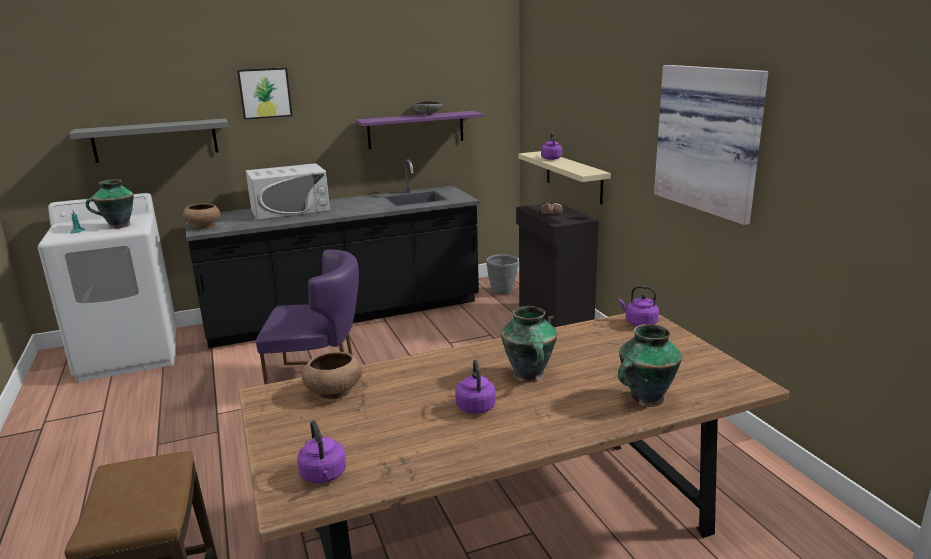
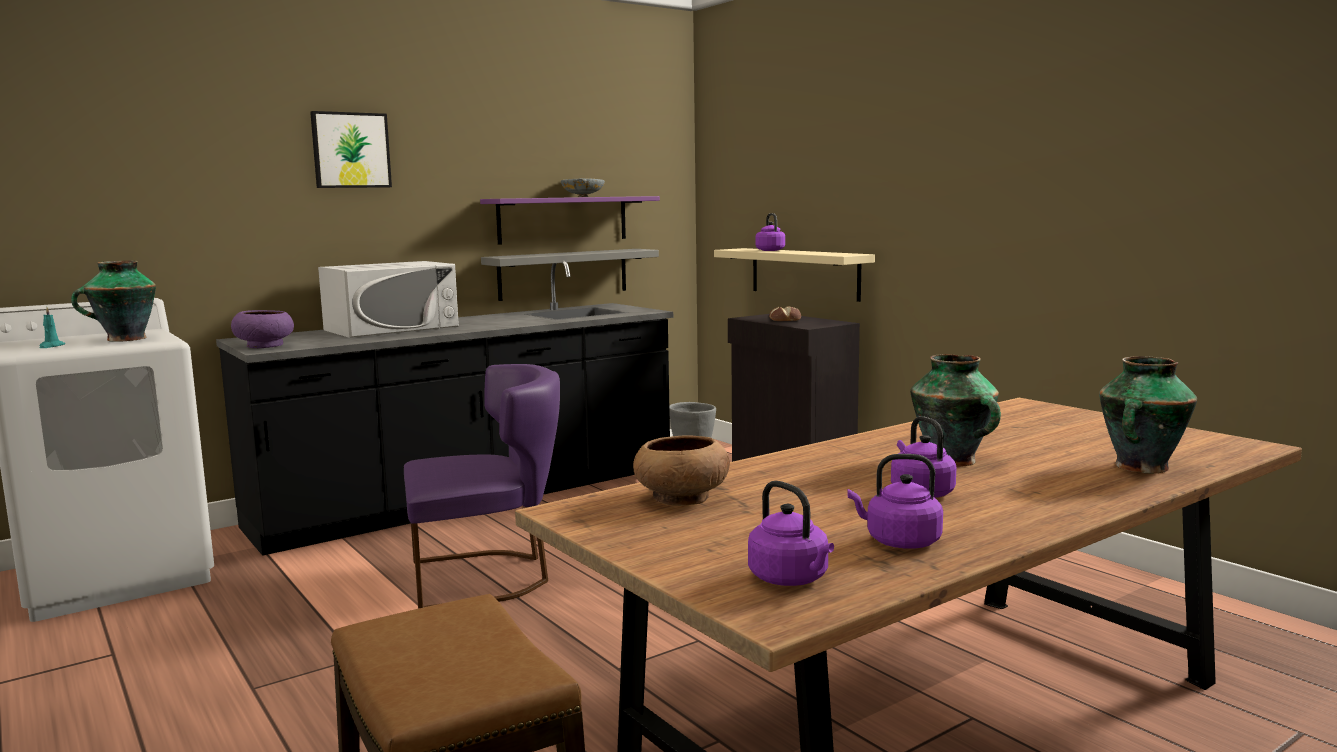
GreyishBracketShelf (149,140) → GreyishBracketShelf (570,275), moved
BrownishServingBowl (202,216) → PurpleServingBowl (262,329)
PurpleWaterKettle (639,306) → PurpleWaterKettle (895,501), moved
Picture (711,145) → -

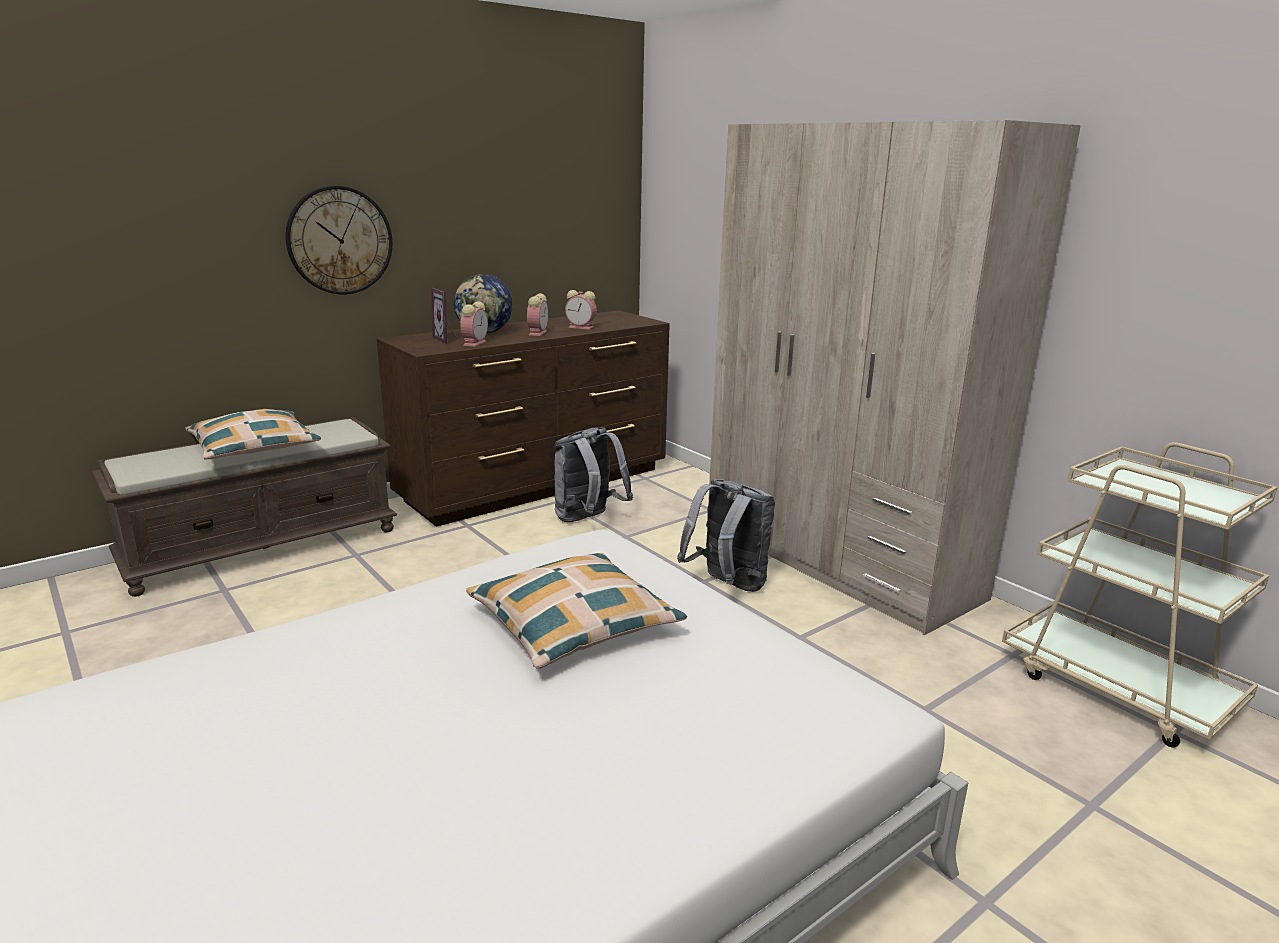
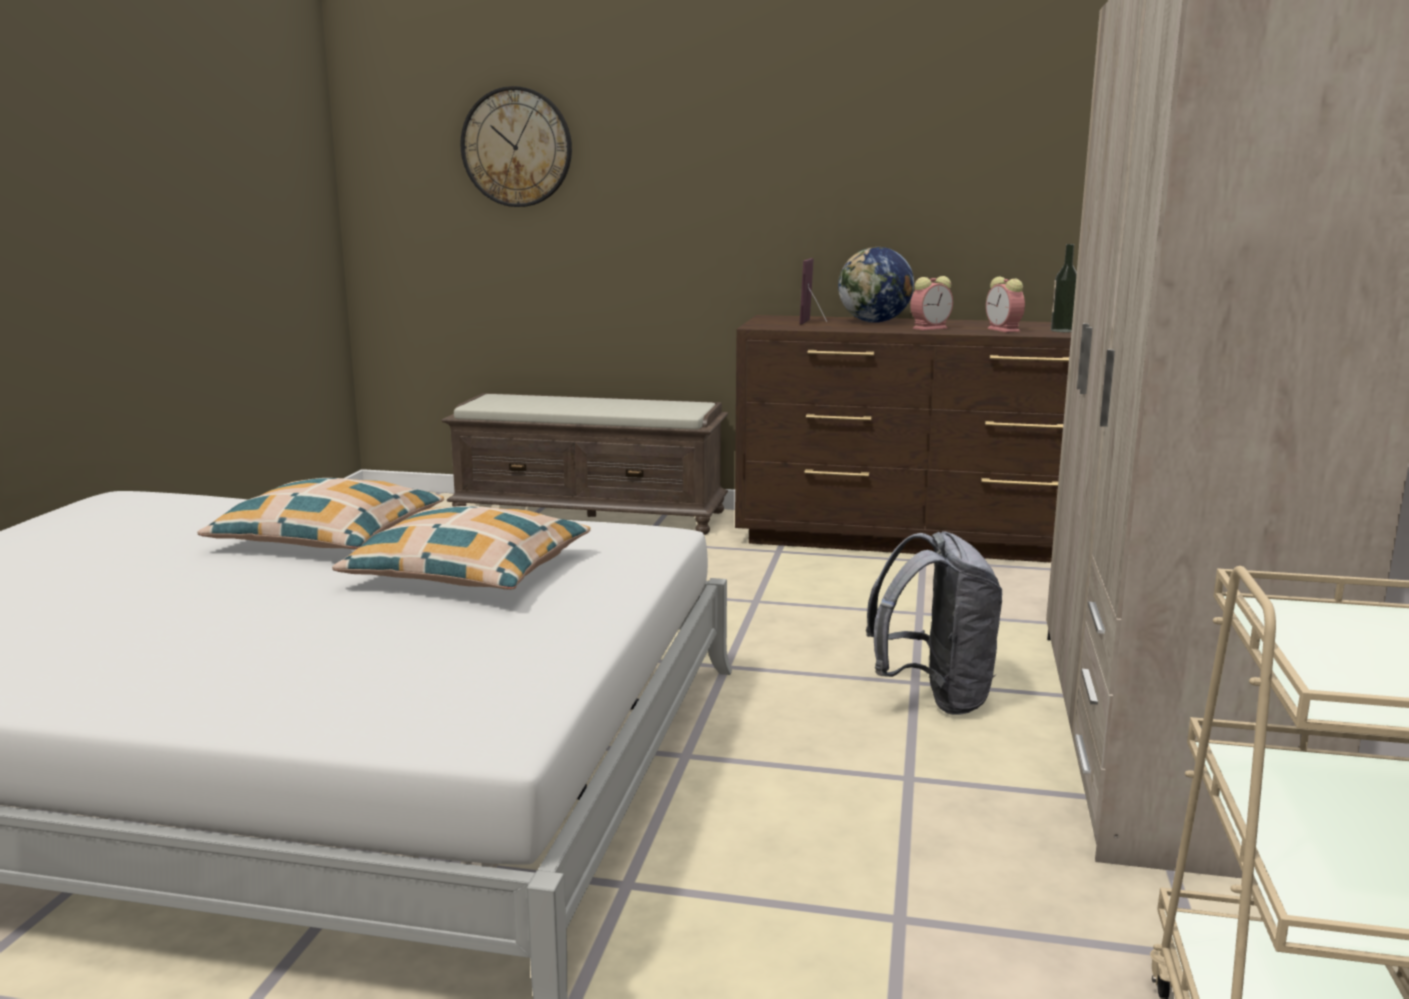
Cushion (253,434) → Cushion (320,513), moved
WallClock (339,240) → WallClock (516,146), moved
BedsideClock (474,324) → -
GreyishBackpack (594,475) → -
- → BeverageBottle (1064,288)

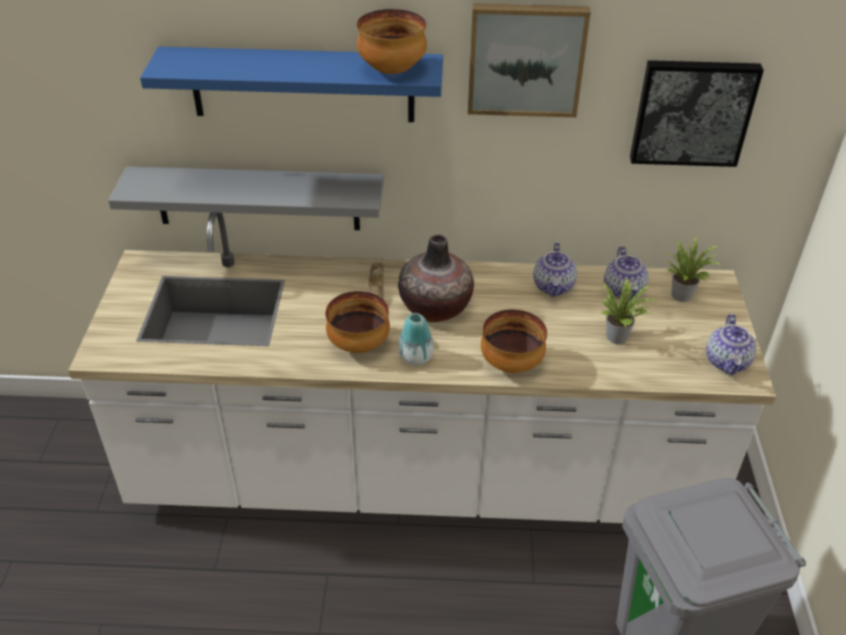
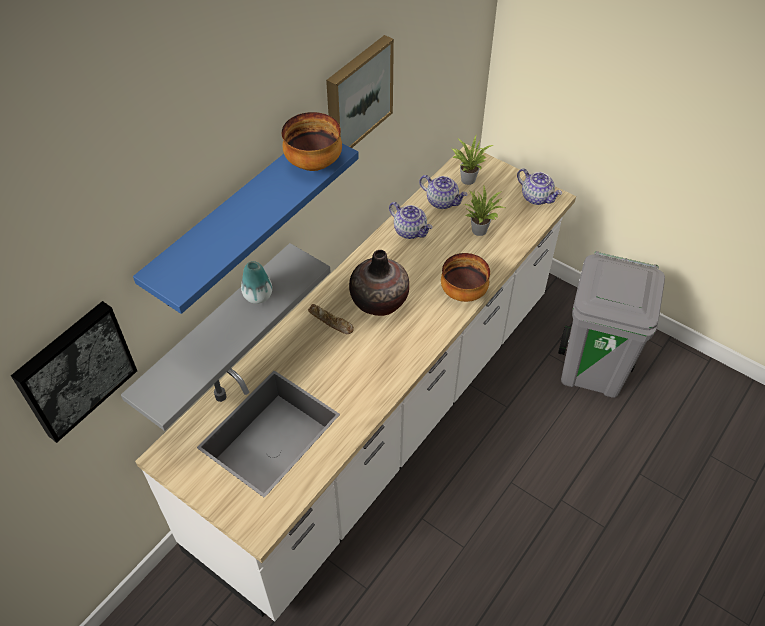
ServingBowl (358,322) → -
Vase (416,339) → Vase (256,282), moved
Picture (697,113) → Picture (74,372), moved

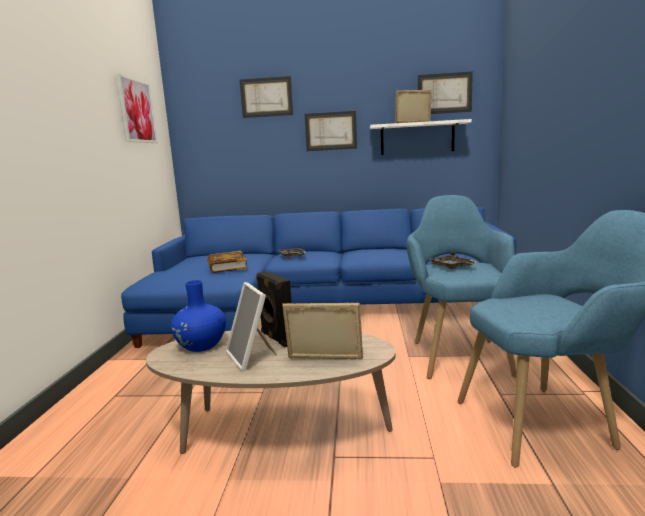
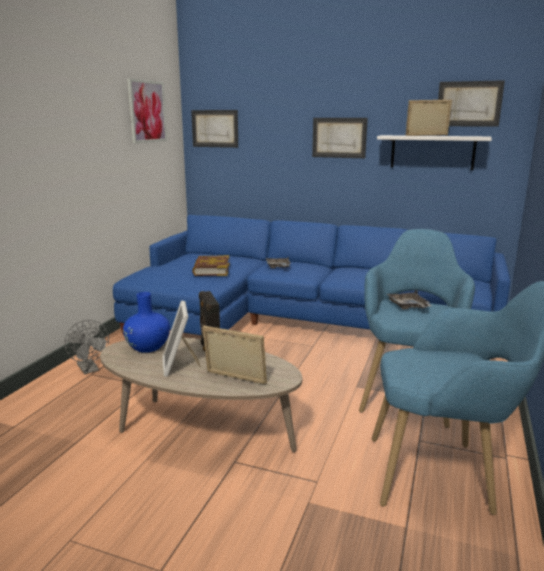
Picture (266,97) → Picture (214,129), moved
- → GreyishElectricFan (86,347)

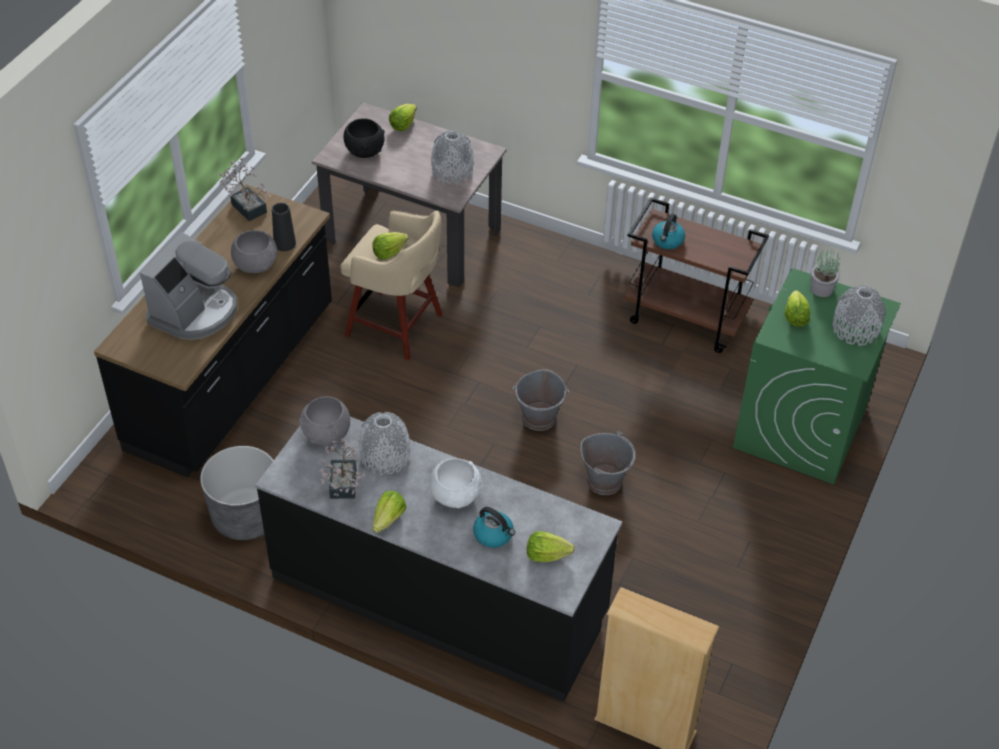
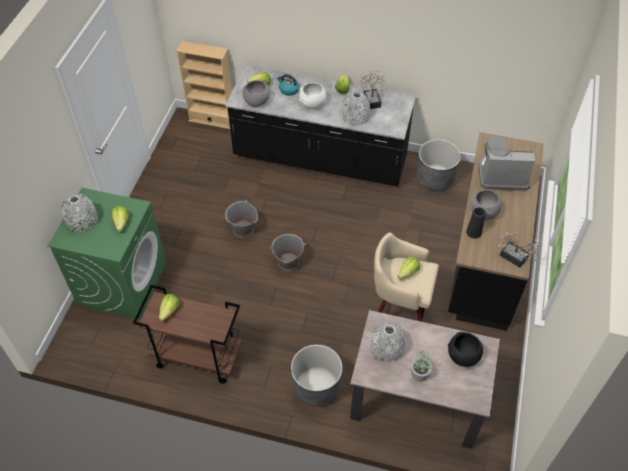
CoffeeMaker (188,286) → CoffeeMaker (507,163), 75 degrees clockwise
GreyishServingBowl (324,421) → GreyishServingBowl (256,93), moved
LettuceHead (403,118) → LettuceHead (169,307), moved
WaterKettle (668,231) → -
PlantInAPot (825,273) → PlantInAPot (421,366), moved
- → GreyishFlowerPot (317,376)

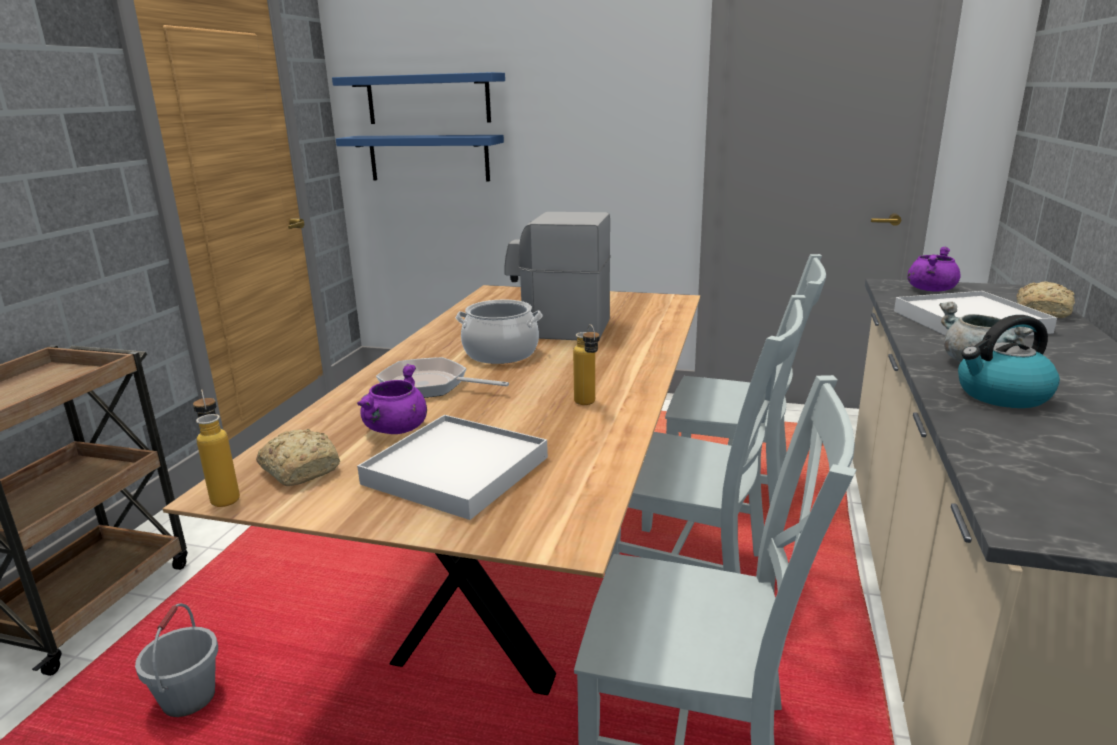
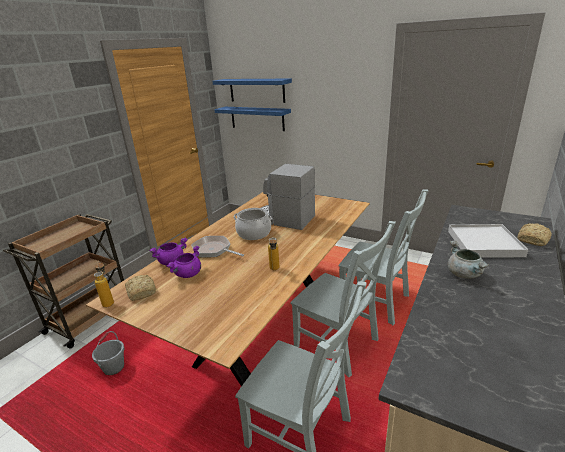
WhitishServingTray (452,467) → -
PurpleSaucepot (934,269) → PurpleSaucepot (168,251), moved
WaterKettle (1009,361) → -

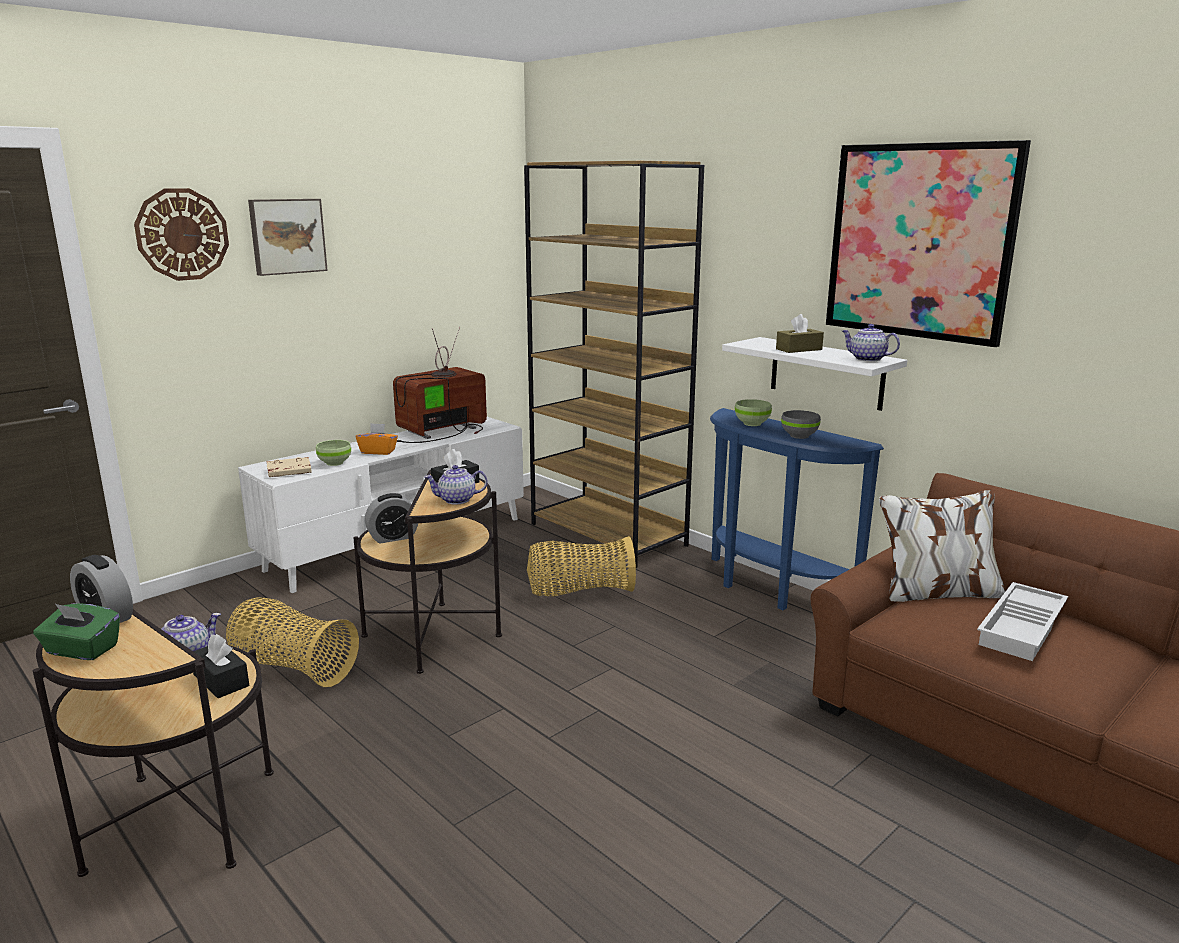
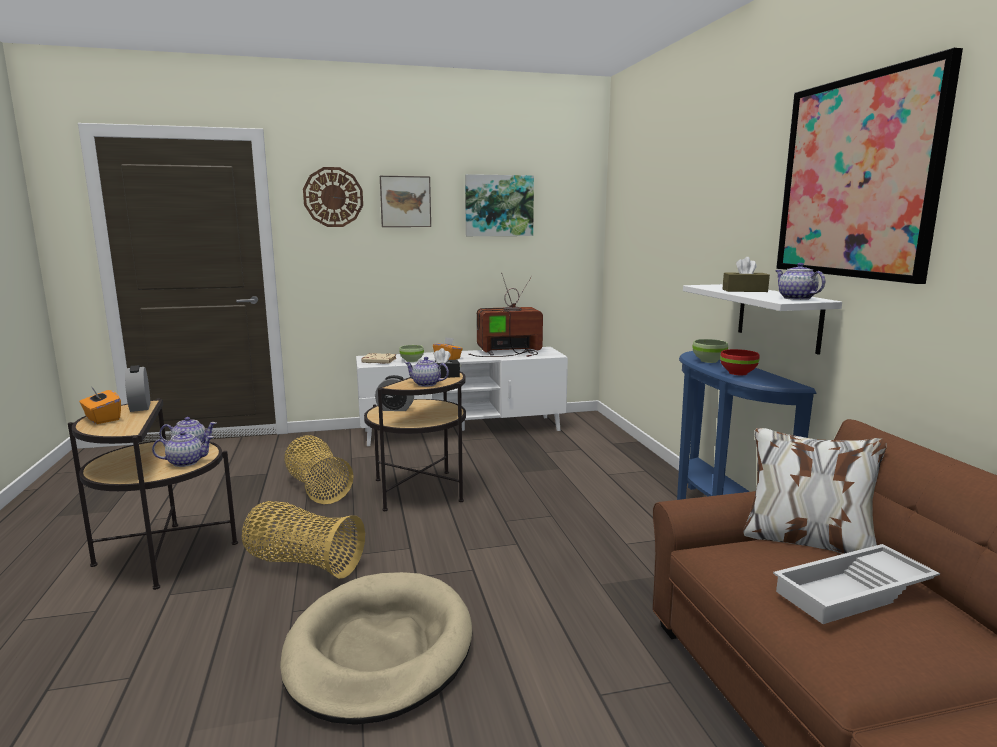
GreenishBoxOfTissues (76,632) → OrangeyBoxOfTissues (100,404)
BlackColouredBoxOfTissues (221,666) → TeaPot (183,449)
BrownishBookshelf (614,364) → -
Basket (581,566) → Basket (303,540), moved
GreyishServingBowl (801,424) → ReddishServingBowl (740,362)
- → BeigeColouredDogBed (376,648)
- → Picture (499,205)

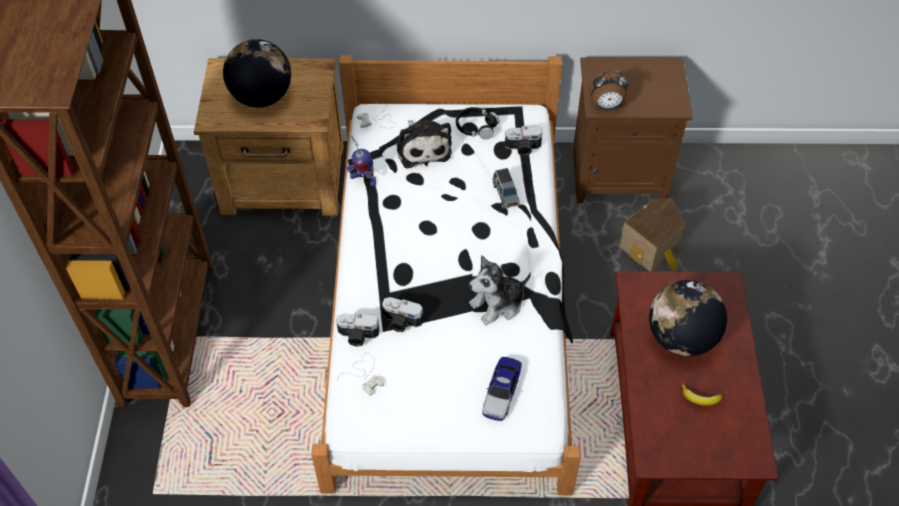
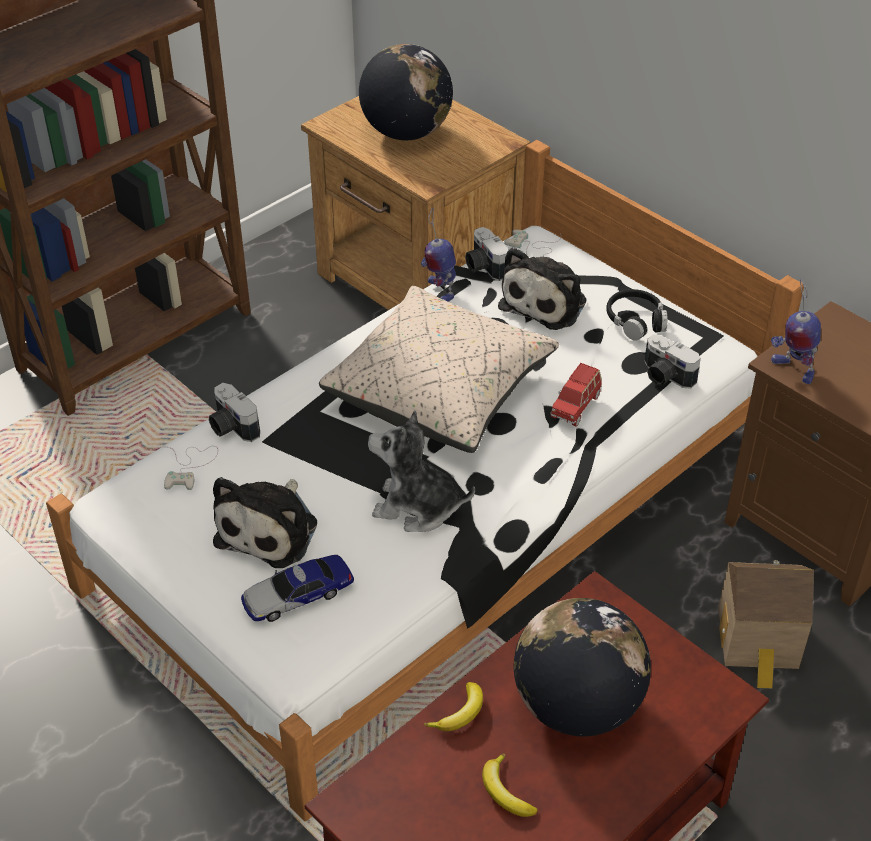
StillCamera (402,314) → StillCamera (487,254), moved
GreyishToyCar (506,188) → ReddishToyCar (576,395)
BedsideClock (609,90) → RobotFigure (796,331)
- → PlushToy (265,522)
- → BeigeColouredCushion (439,369)
- → Banana (453,706)

